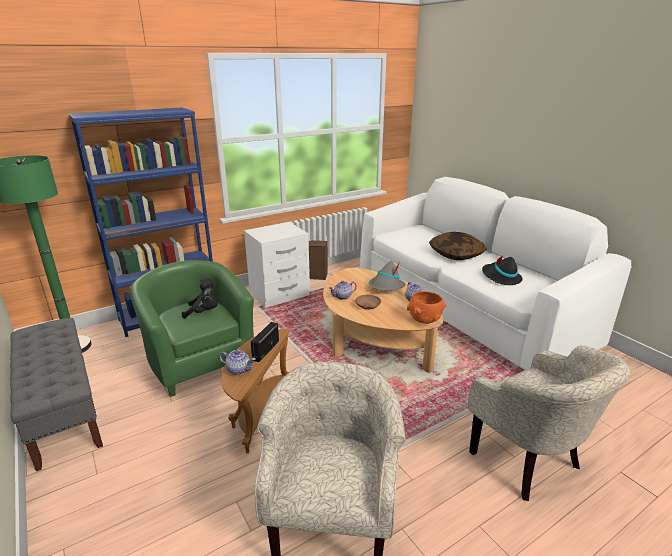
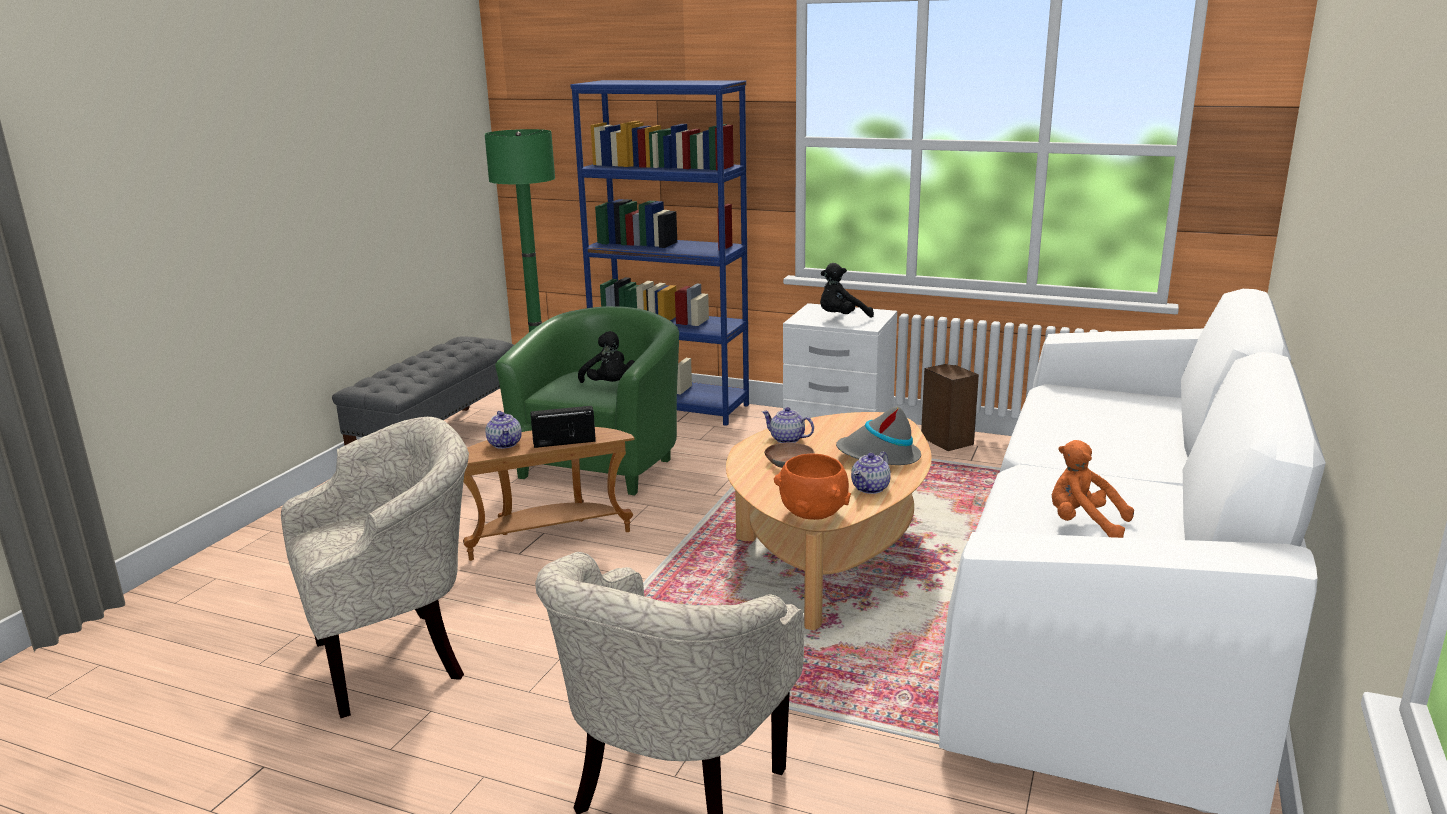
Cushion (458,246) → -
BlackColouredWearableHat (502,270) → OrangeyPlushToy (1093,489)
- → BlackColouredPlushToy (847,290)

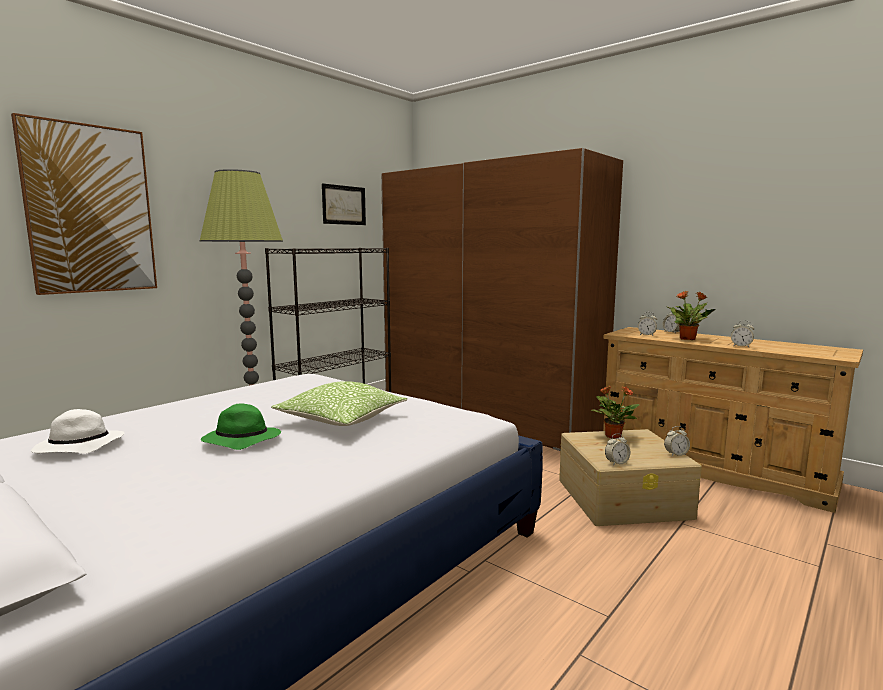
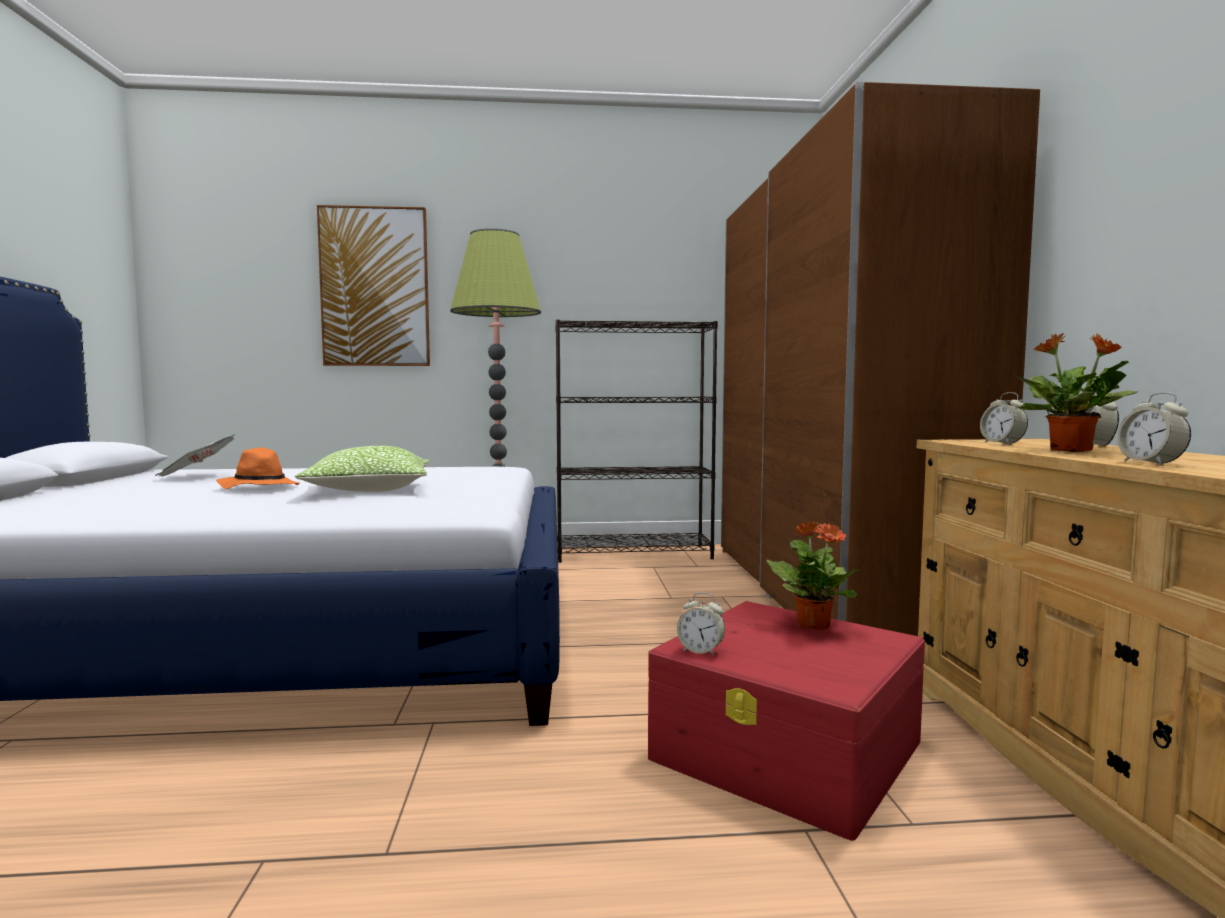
WhitishWearableHat (77,431) → PrintedPaper (195,455)
GreenishWearableHat (241,427) → OrangeyWearableHat (258,468)
Picture (344,204) → -
BeigeColouredStorageBin (630,477) → ReddishStorageBin (786,721)
BedsideClock (677,441) → -

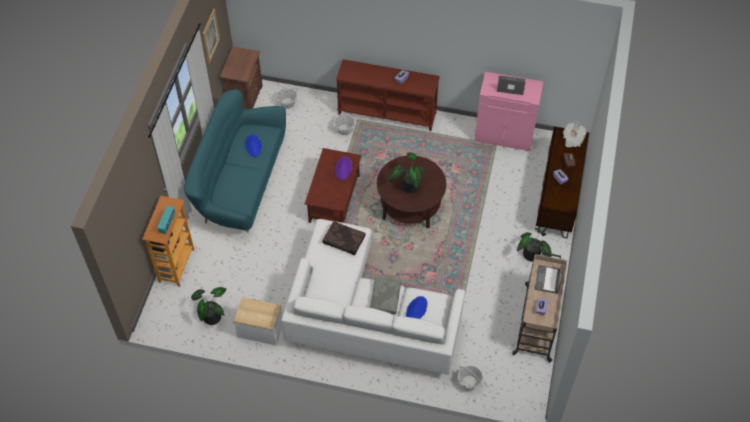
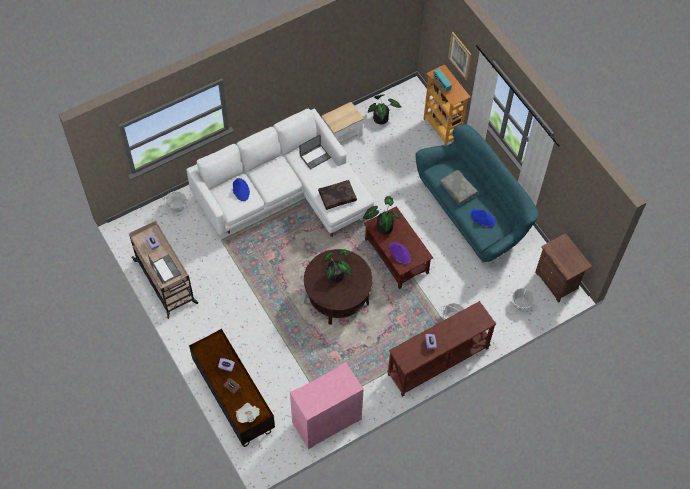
Picture (211,36) → Picture (460,56), moved
GreyishCushion (385,295) → GreyishCushion (458,187), moved
Laptop (511,85) → Laptop (315,151), moved
PlantInAPot (534,245) → PlantInAPot (382,215), moved

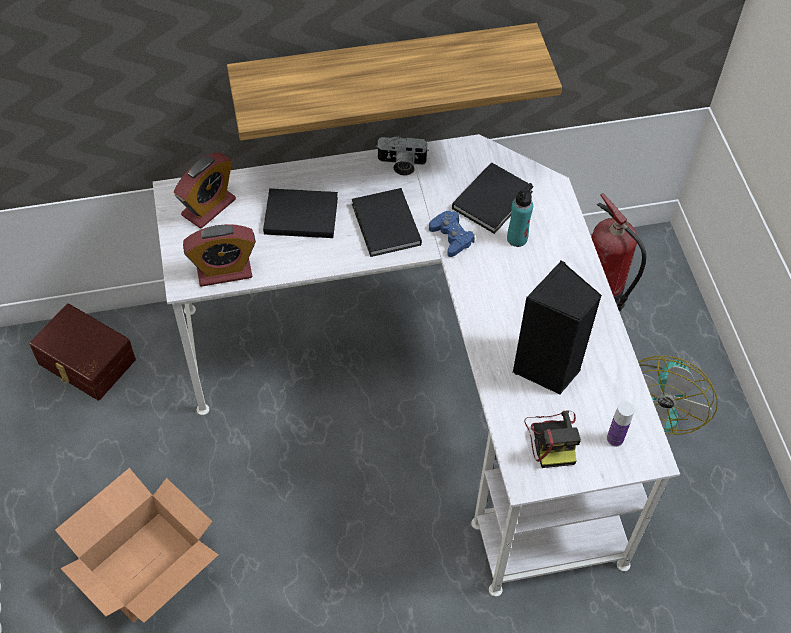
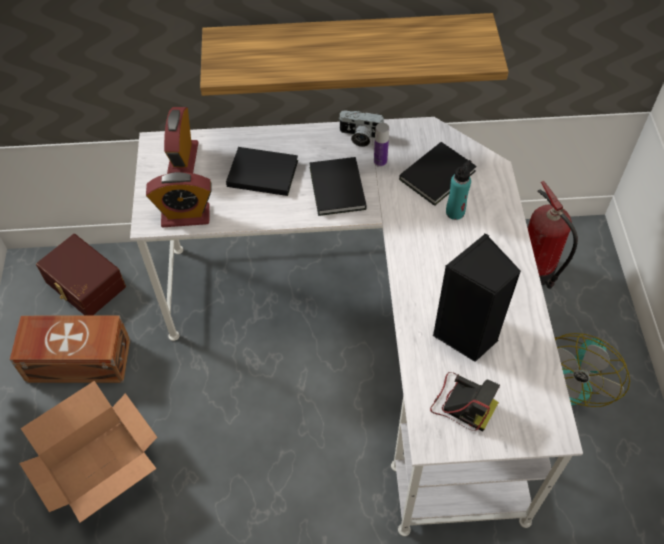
BedsideClock (205,191) → BedsideClock (181,140), 135 degrees clockwise
BlueJoypad (452,234) → -
StillCamera (552,439) → StillCamera (465,402), 60 degrees counterclockwise
BeverageBottle (621,424) → BeverageBottle (381,145), moved
- → BrownishStorageBin (70,349)

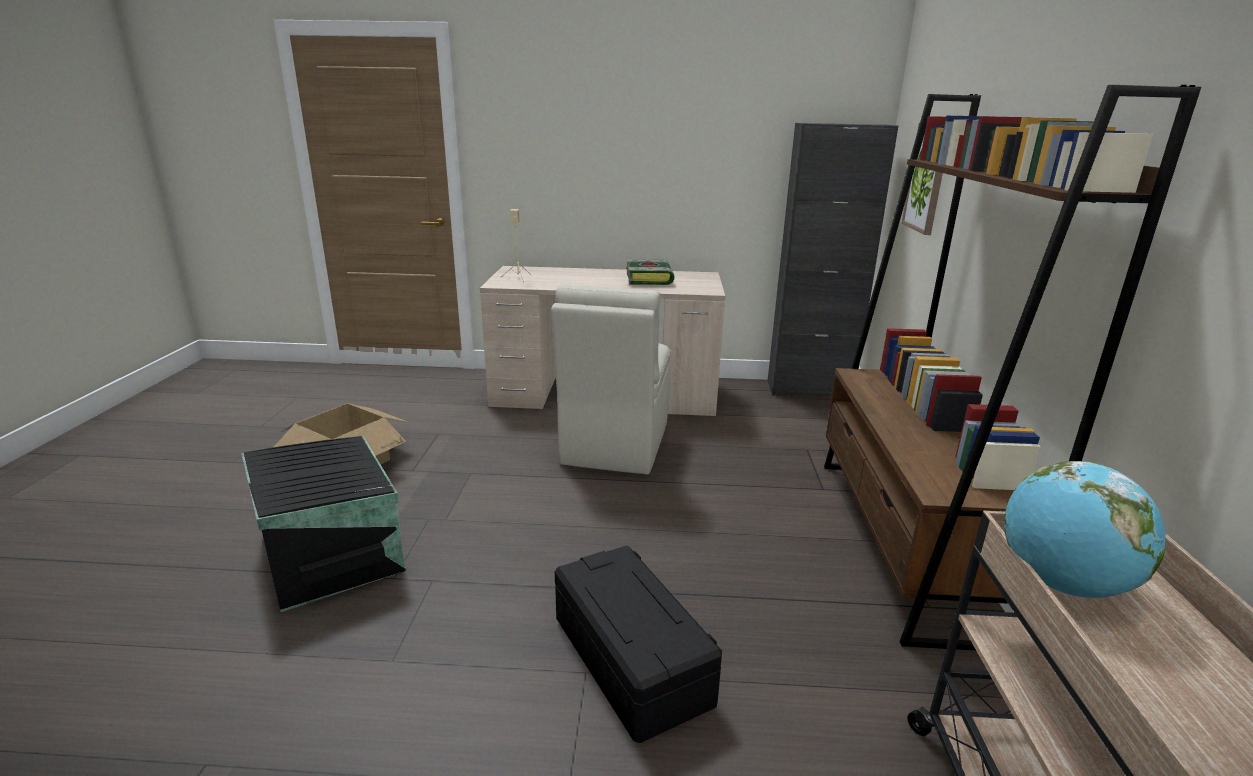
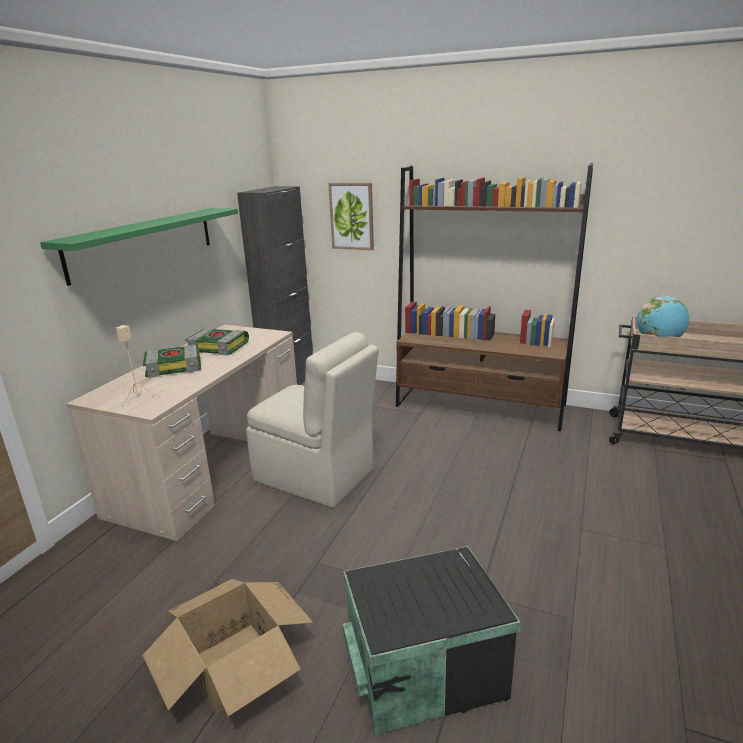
BlackColouredStorageBin (638,644) → -
- → GreenishBracketShelf (139,247)
- → Volume (172,361)

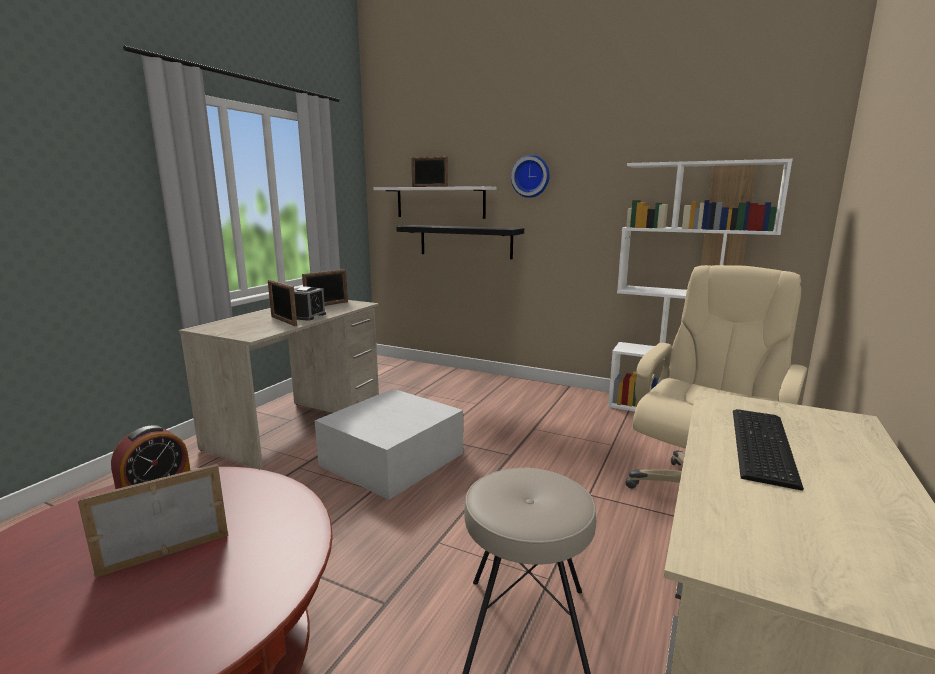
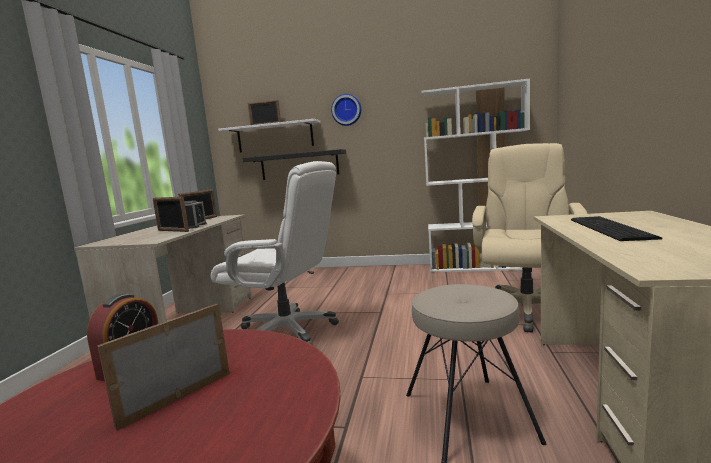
WhitishStorageBin (389,444) → WhitishOfficeChair (275,253)

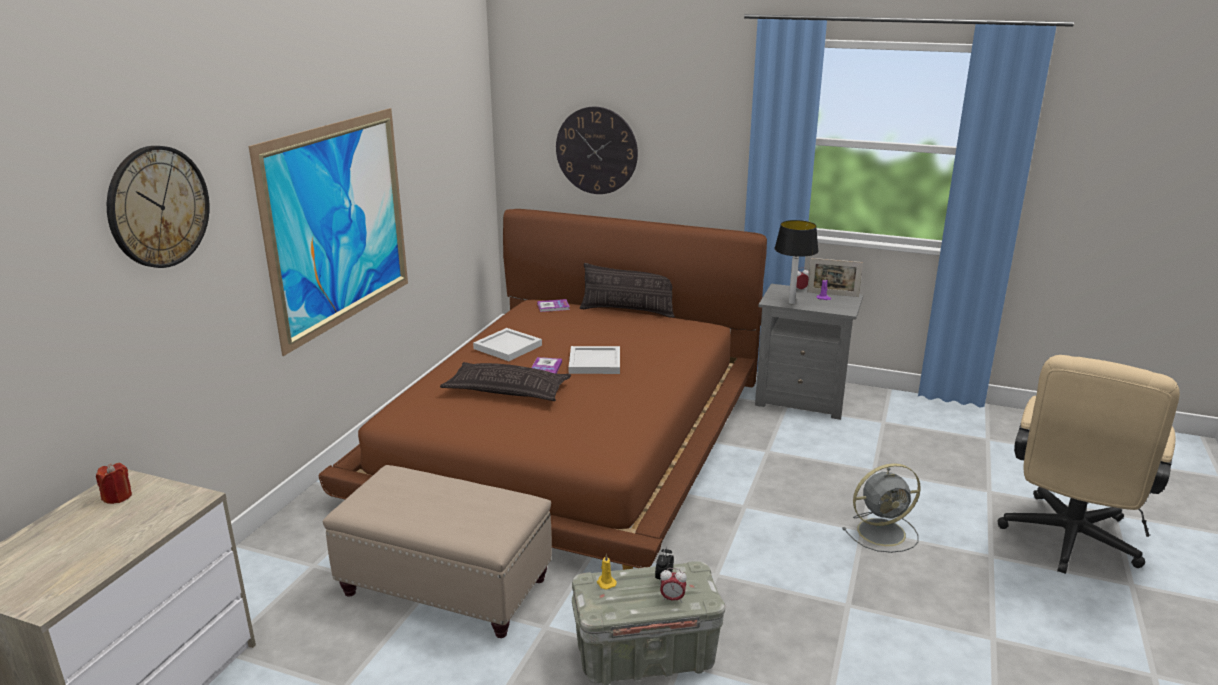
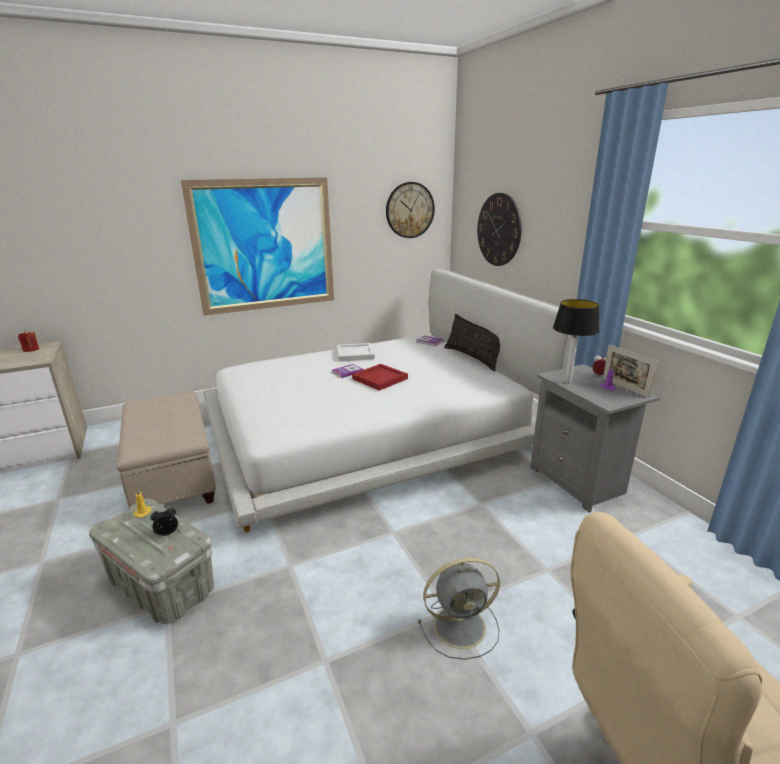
WallClock (158,207) → WallClock (410,210), moved
BrownishBedroomBed (543,389) → WhitishBedroomBed (387,400)
Cushion (505,381) → -
WhitishServingTray (594,360) → ReddishServingTray (380,377)
BedsideClock (673,585) → -
GreyishElectricFan (881,508) → GreyishElectricFan (459,608), 45 degrees counterclockwise

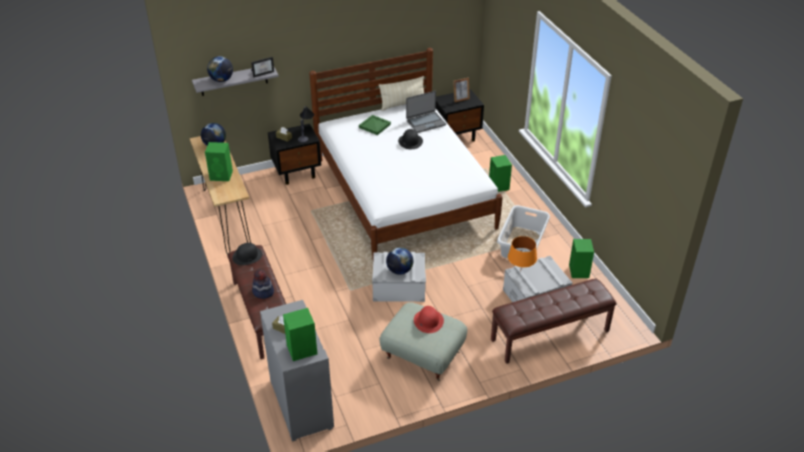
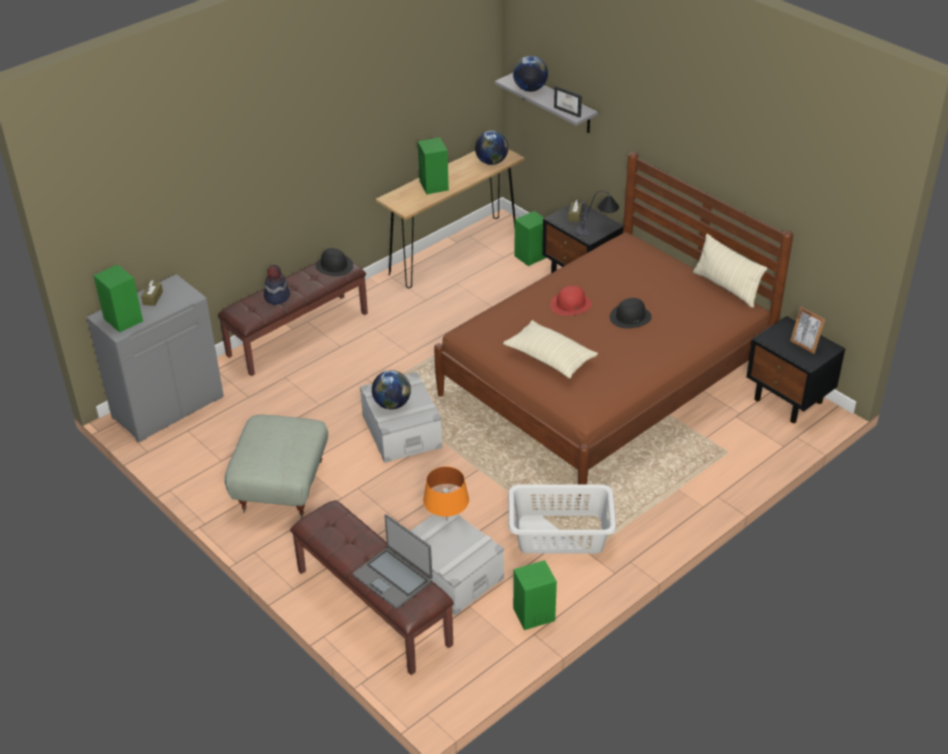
WhitishBedroomBed (406,153) → BrownishBedroomBed (613,325)
GreenishServingTray (375,125) → -
Laptop (426,112) → Laptop (393,561), moved
ReddishWearableHat (429,319) → ReddishWearableHat (571,300), moved
GreenishSpeaker (500,173) → GreenishSpeaker (530,238), moved
- → BeigeColouredCushion (550,349)

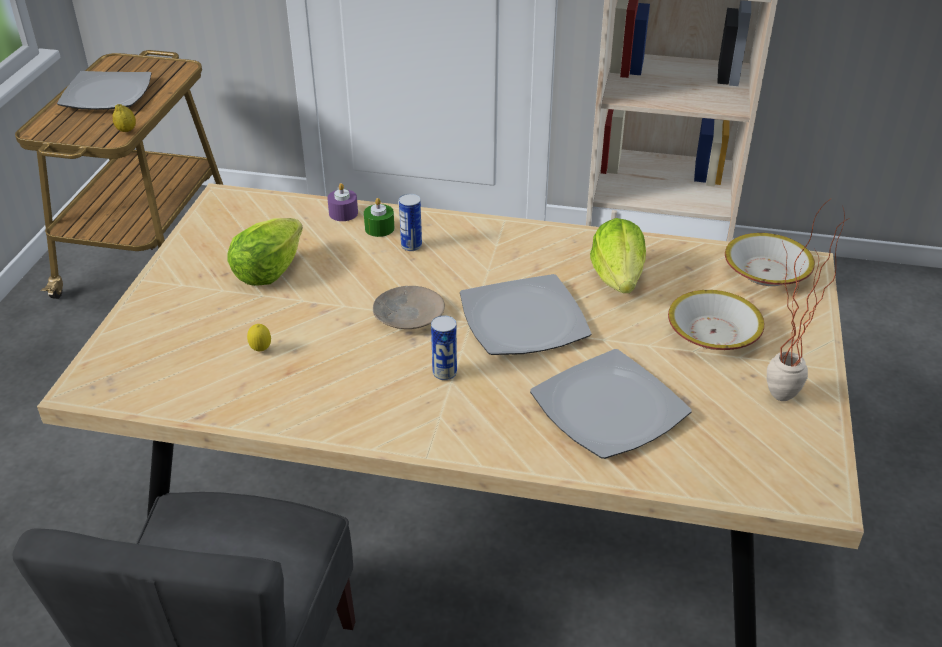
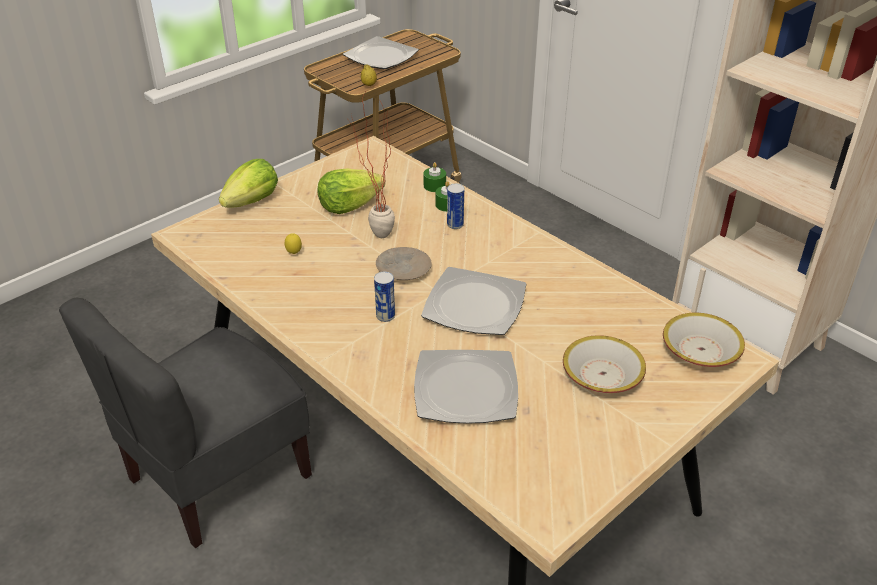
PurpleCandle (342,202) → GreenishCandle (434,177)
LettuceHead (618,255) → LettuceHead (248,183), moved
PlantInAPot (808,299) → PlantInAPot (371,164), moved

